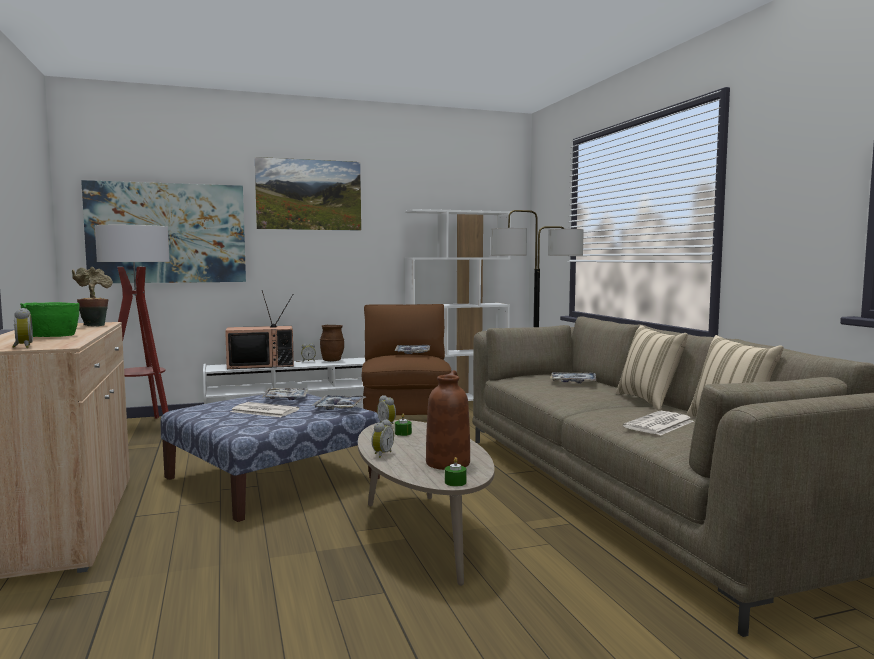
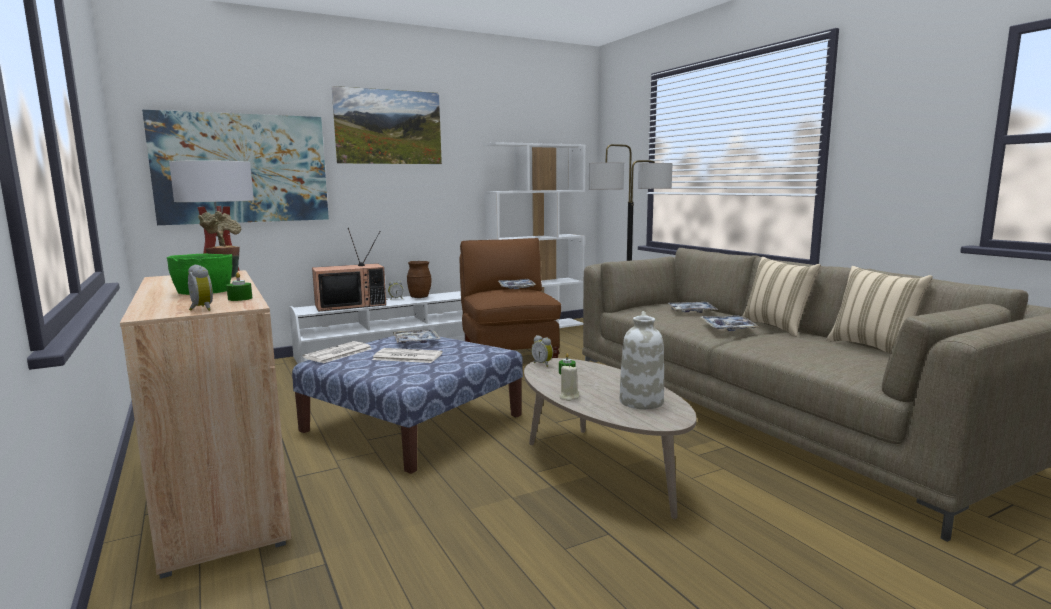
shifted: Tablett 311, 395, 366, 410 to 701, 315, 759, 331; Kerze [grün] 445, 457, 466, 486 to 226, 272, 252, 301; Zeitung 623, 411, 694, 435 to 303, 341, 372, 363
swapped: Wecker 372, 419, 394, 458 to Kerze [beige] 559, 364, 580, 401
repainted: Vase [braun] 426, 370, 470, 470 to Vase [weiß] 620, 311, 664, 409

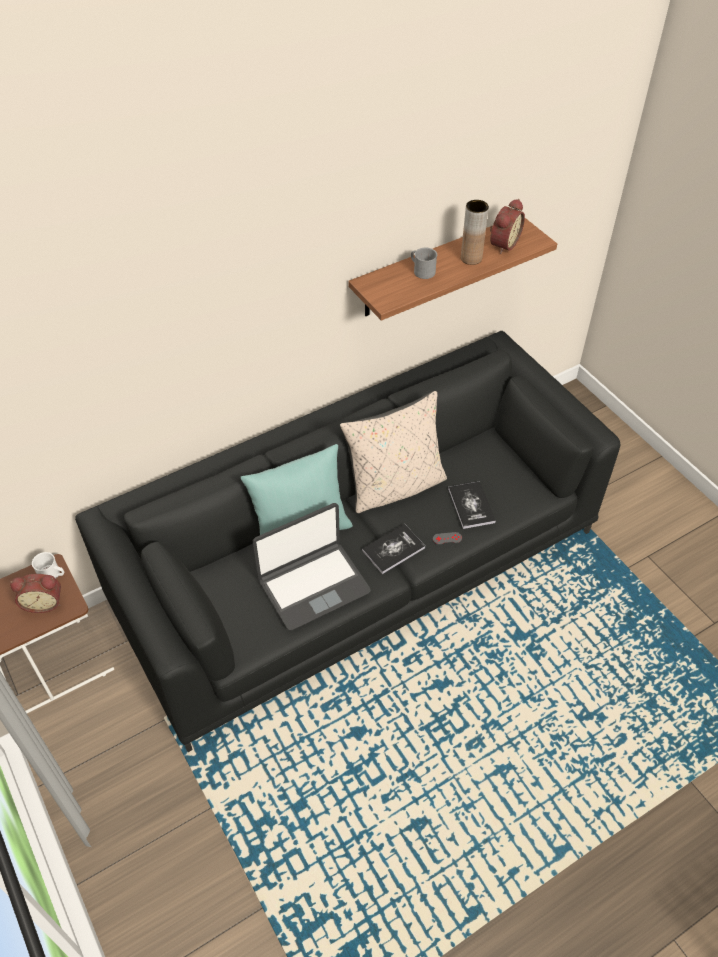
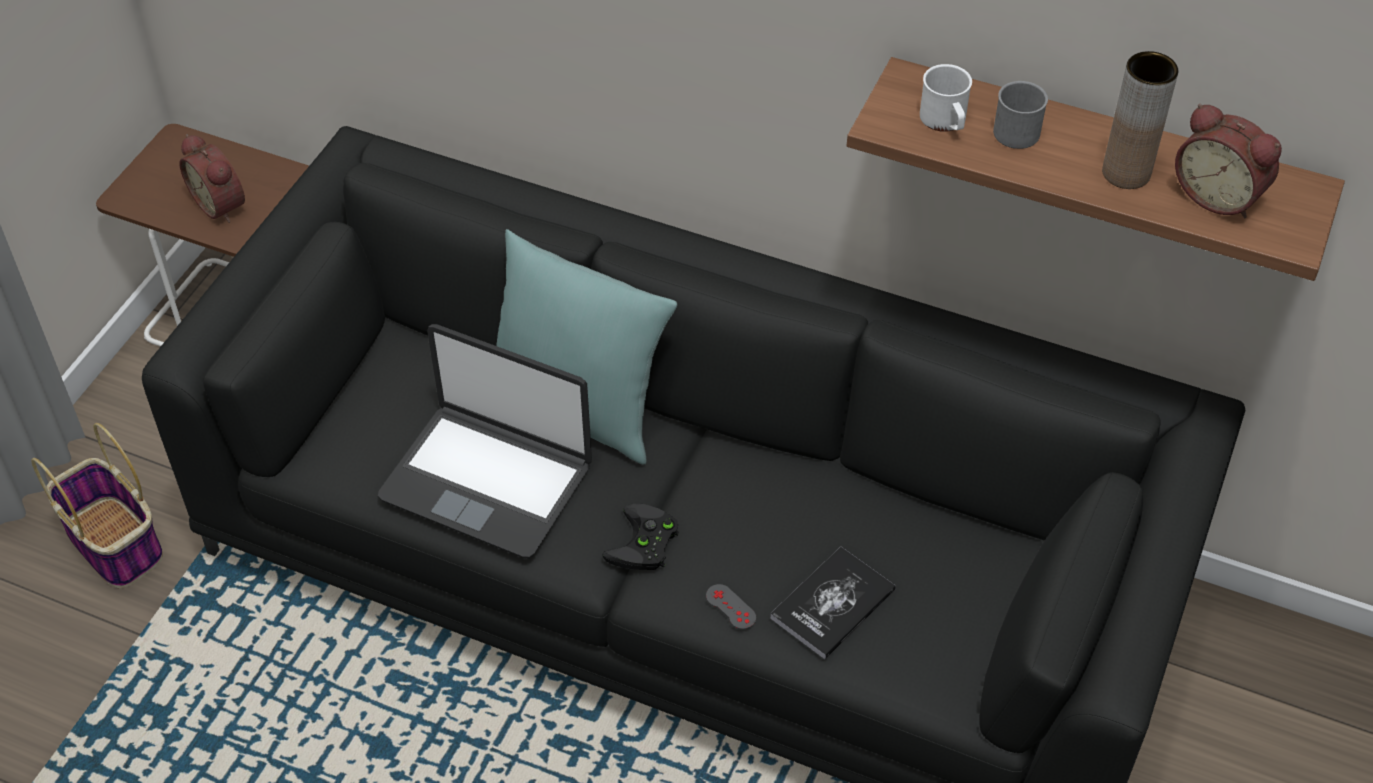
gone: Kissen [beige] 340, 391, 447, 513
new: Korb 31, 423, 163, 588
shifted: Henkelbecher [weiß] 32, 552, 64, 579 to 920, 64, 972, 132
swapped: Buch 362, 524, 425, 574 to Gamepad [schwarz] 603, 504, 679, 570
rotated: Wecker 490, 199, 525, 254 = 1175, 104, 1282, 218 45 degrees clockwise

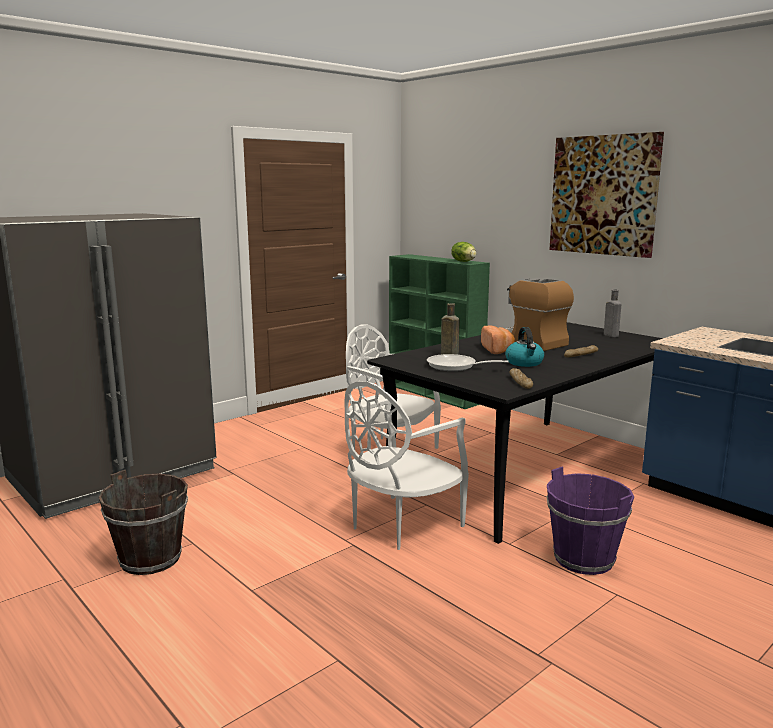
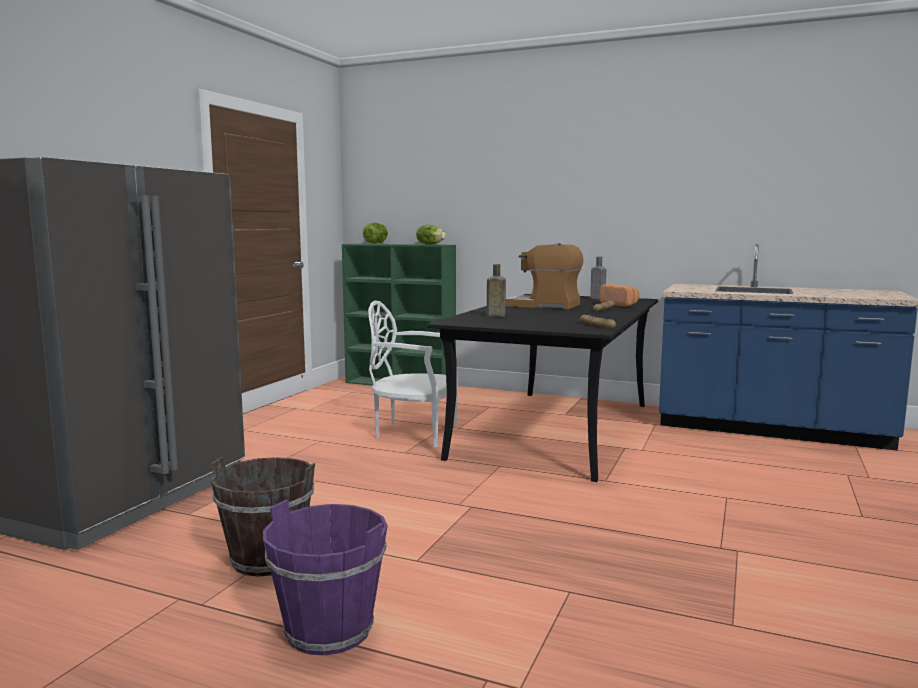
gone: Stuhl [weiß] 344, 381, 469, 550; Pfanne 427, 354, 509, 371; Wasserkessel 505, 327, 544, 367; Bild 549, 132, 664, 258
new: Salatkopf 363, 222, 388, 244
shifted: Brot 481, 326, 515, 354 to 599, 284, 639, 306; Eimer [lila] 547, 467, 634, 575 to 263, 500, 388, 655

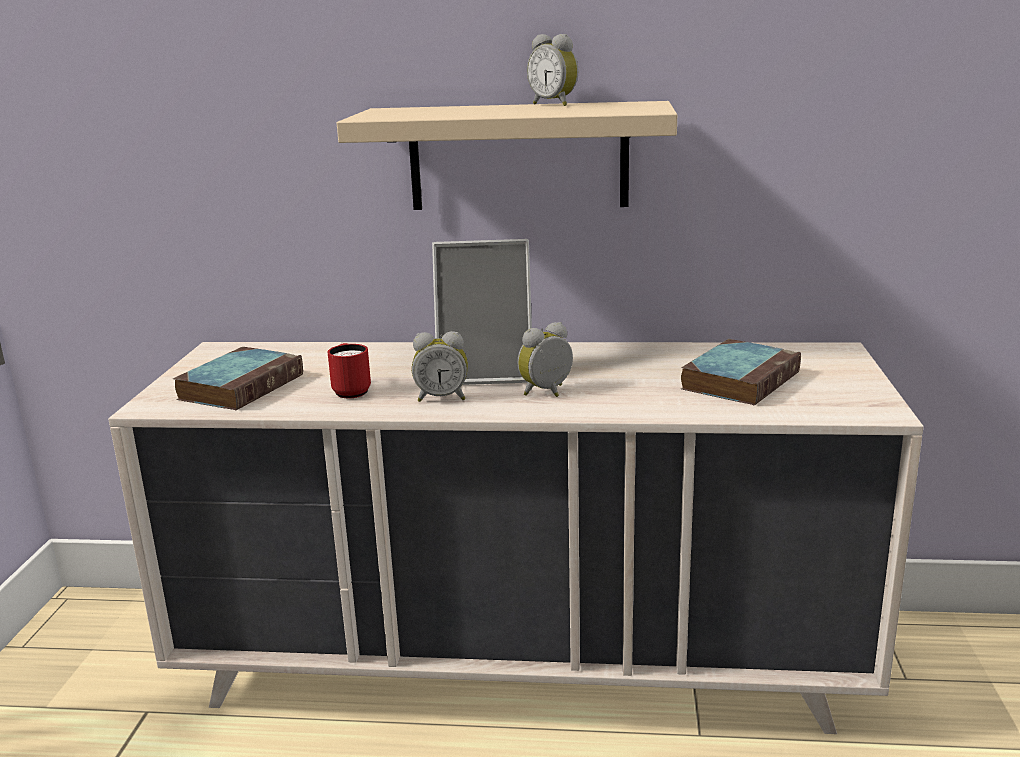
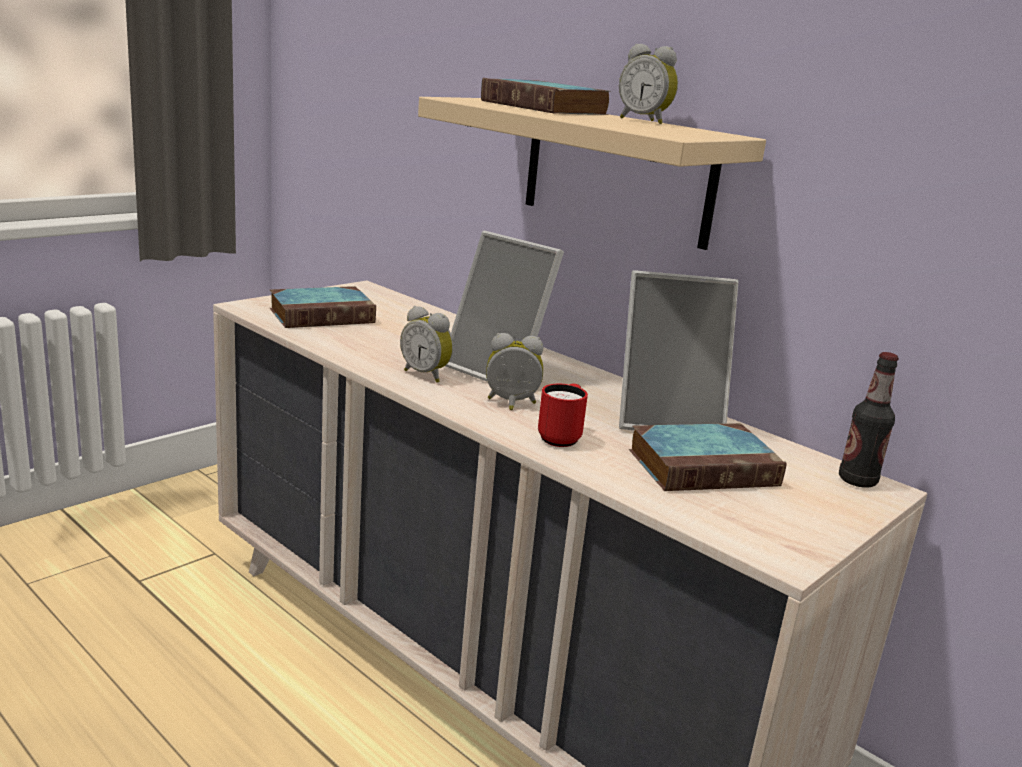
new: Buch 481, 78, 611, 115; Bilderrahmen 619, 270, 738, 430; Flasche 839, 352, 899, 488
shifted: Henkelbecher [rot] 328, 343, 371, 398 to 538, 384, 588, 447
rotated: Wecker 527, 34, 578, 106 = 619, 44, 678, 124 45 degrees counterclockwise

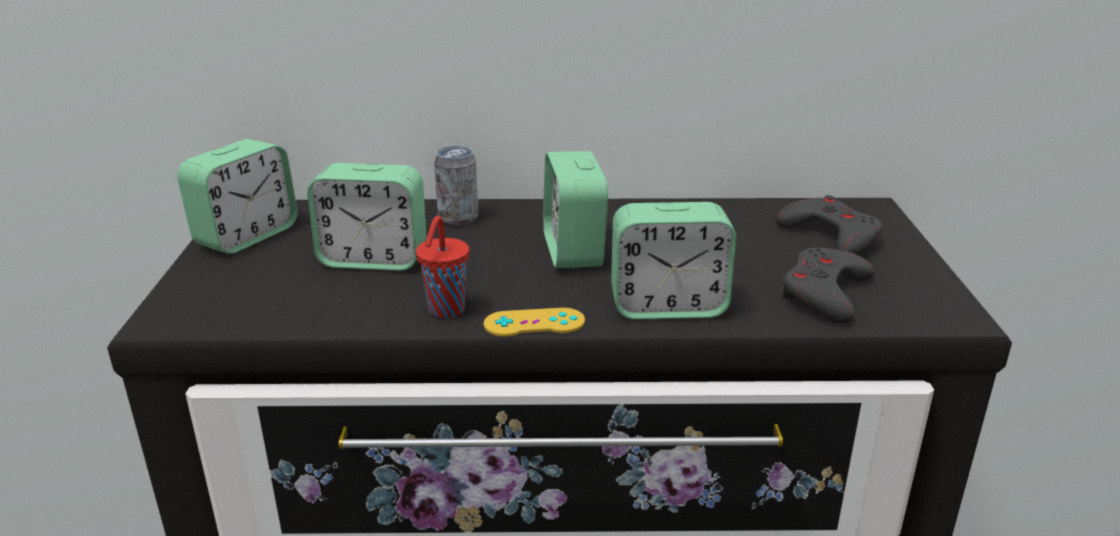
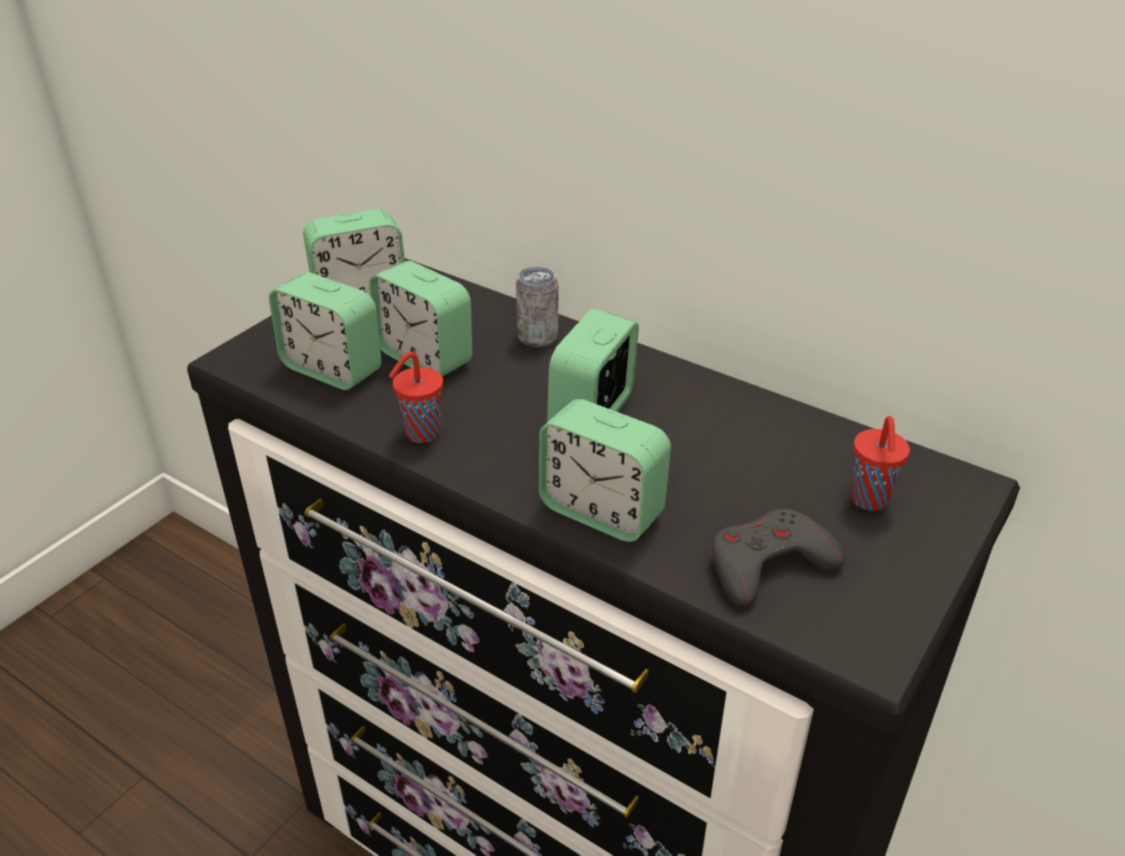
gone: Gamepad [gelb] 484, 308, 585, 337
new: Wecker 269, 272, 381, 390
swapped: Gamepad [grau] 776, 195, 882, 256 to Tasse [rot] 851, 416, 910, 511

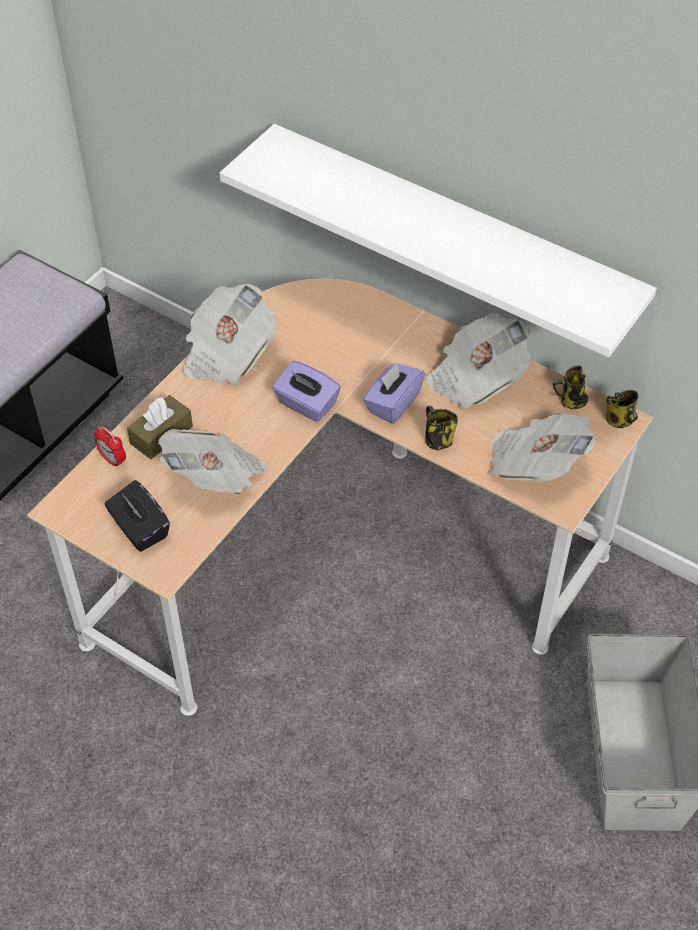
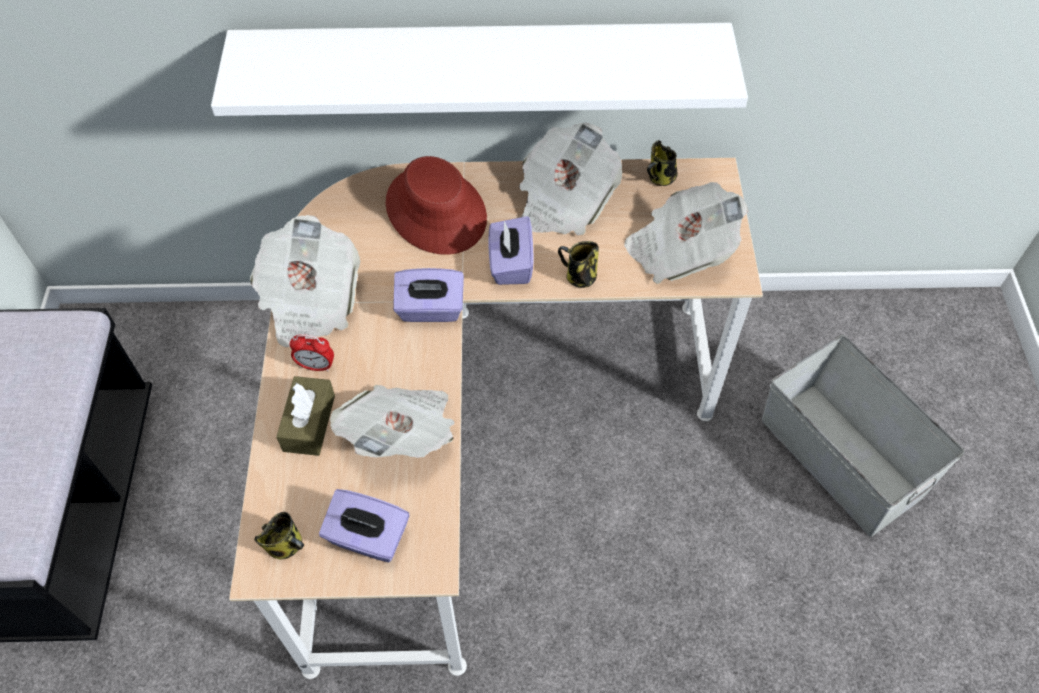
new: Hut [rot] 386, 156, 487, 255
shifted: Wecker 94, 426, 126, 469 to 290, 334, 334, 371; Henkelbecher 606, 390, 638, 428 to 254, 512, 304, 559
repainted: Taschentuchbox [schwarz] 105, 480, 170, 552 to Taschentuchbox [lila] 319, 489, 409, 562

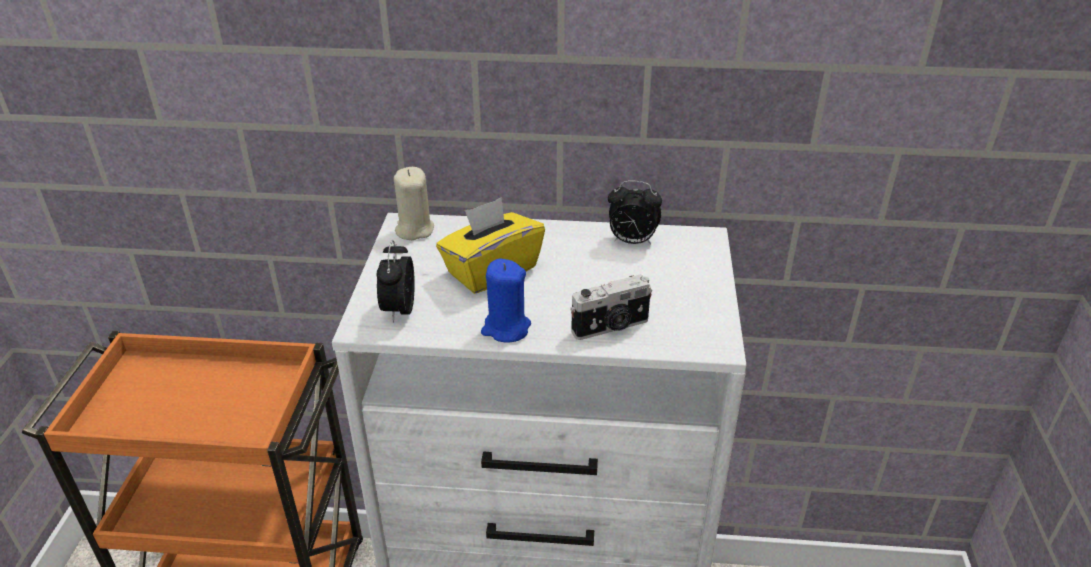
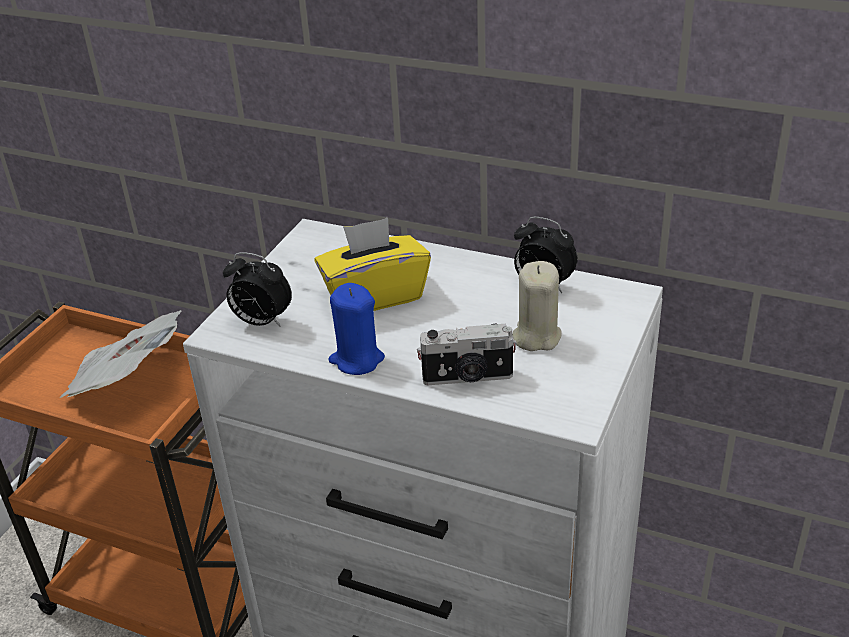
new: Zeitung 60, 310, 182, 398
shifted: Kerze [beige] 394, 167, 434, 240 to 512, 261, 562, 351
rotated: Wecker 376, 240, 415, 323 = 223, 252, 292, 327 90 degrees counterclockwise

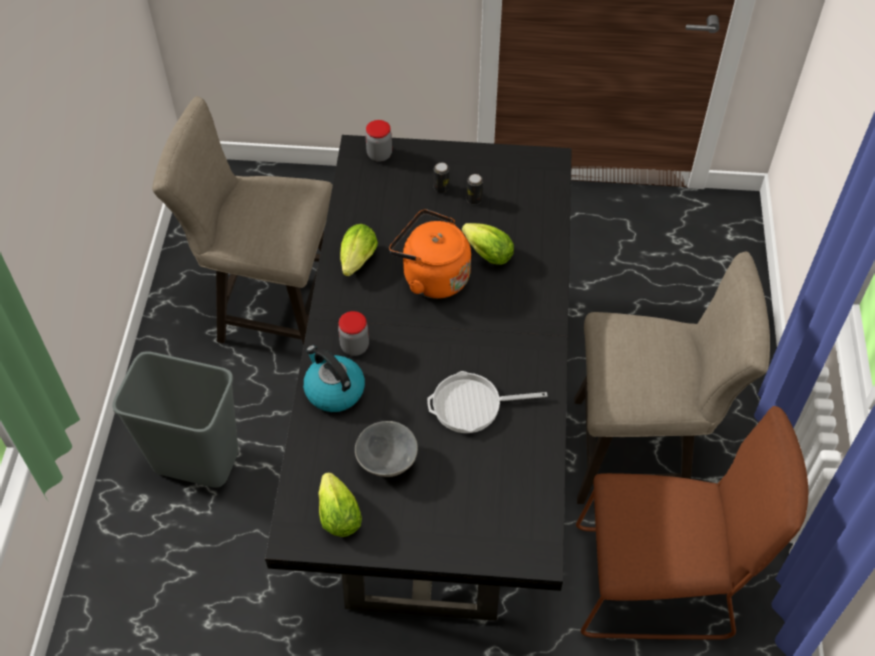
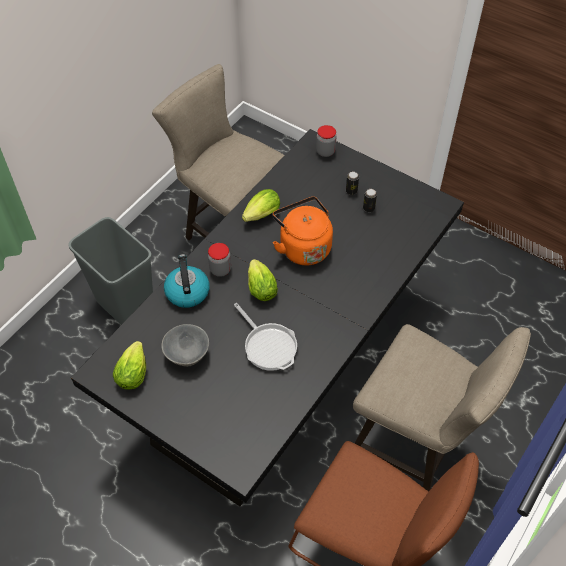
shifted: Salatkopf 462, 223, 514, 265 to 248, 259, 278, 301
rotated: Pfanne 427, 371, 547, 433 = 234, 303, 297, 371 150 degrees counterclockwise

